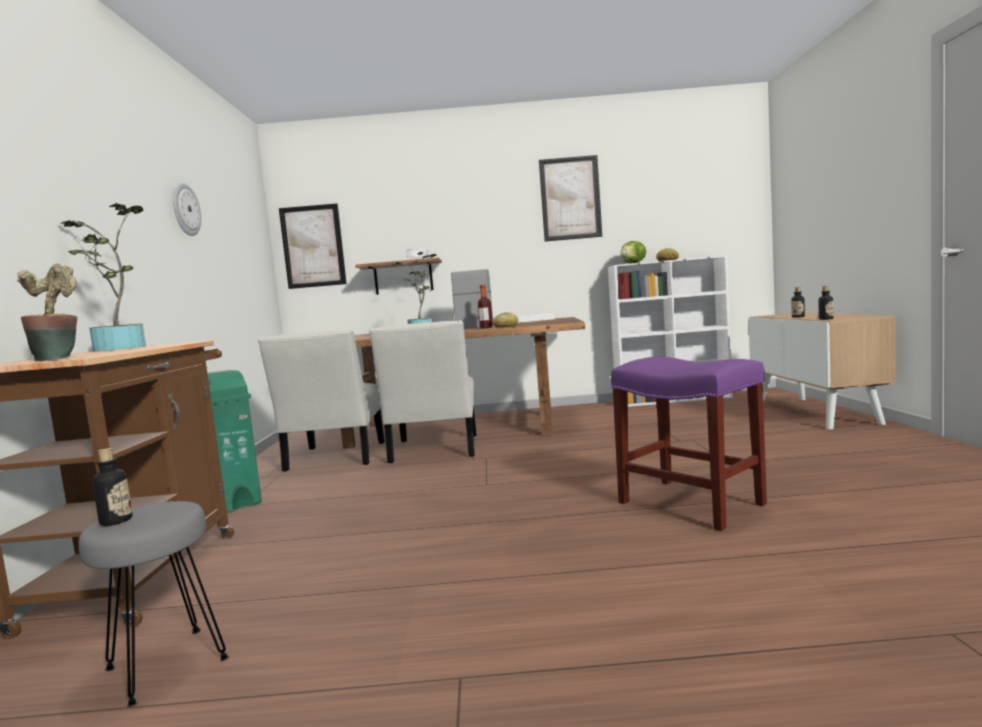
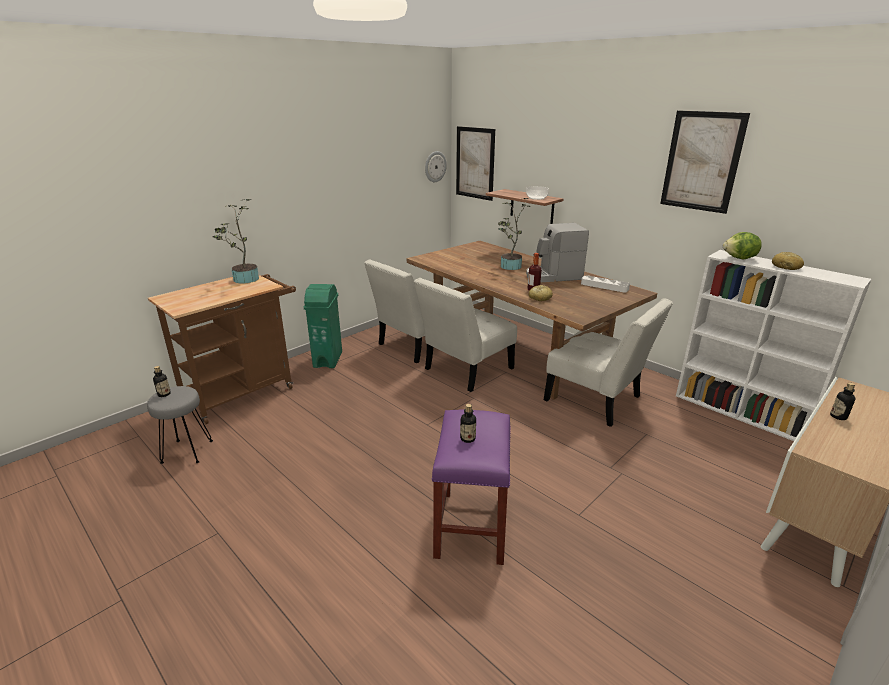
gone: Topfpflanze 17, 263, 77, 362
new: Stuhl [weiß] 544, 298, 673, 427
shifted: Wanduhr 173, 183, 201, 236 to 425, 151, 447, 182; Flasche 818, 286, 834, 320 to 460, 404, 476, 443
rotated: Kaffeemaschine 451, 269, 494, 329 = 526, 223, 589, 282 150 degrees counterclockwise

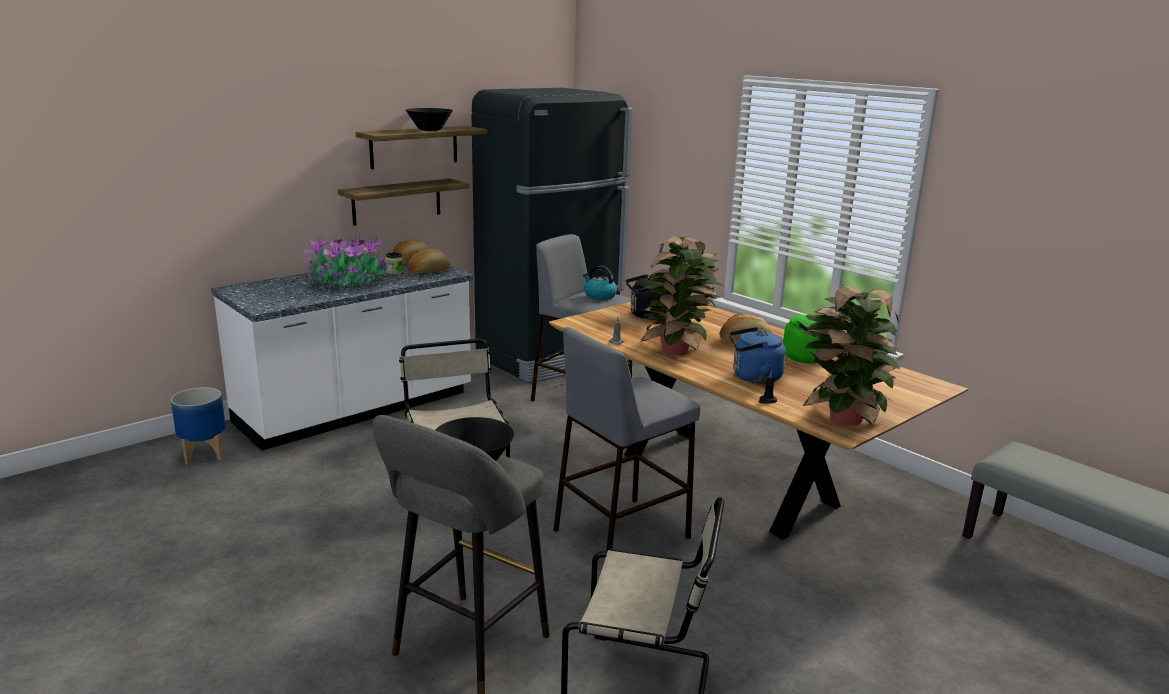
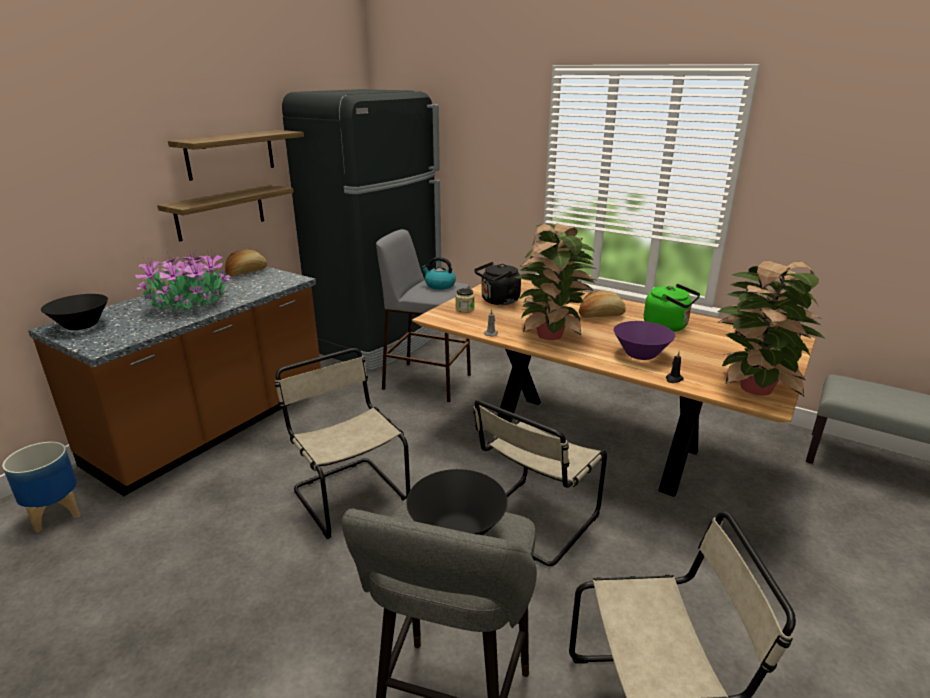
gone: Brot 408, 249, 450, 275
shifted: Vorratsglas 385, 252, 404, 275 to 456, 288, 474, 313; Schüssel [schwarz] 406, 108, 453, 131 to 41, 294, 108, 330
swapped: Hocker [grau] 554, 327, 700, 551 to Stuhl [beige] 473, 400, 607, 566; Wasserkessel [blau] 729, 327, 786, 384 to Schüssel [lila] 613, 321, 675, 360
repainted: Küchenzeile [weiß] 211, 260, 473, 451 to Küchenzeile [braun] 28, 267, 321, 496

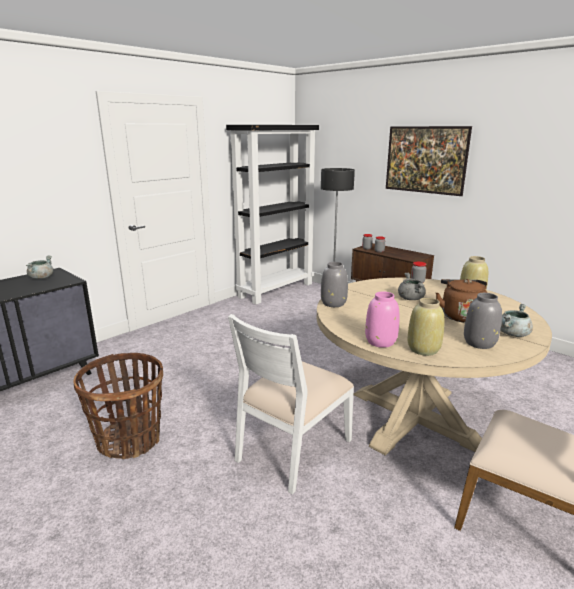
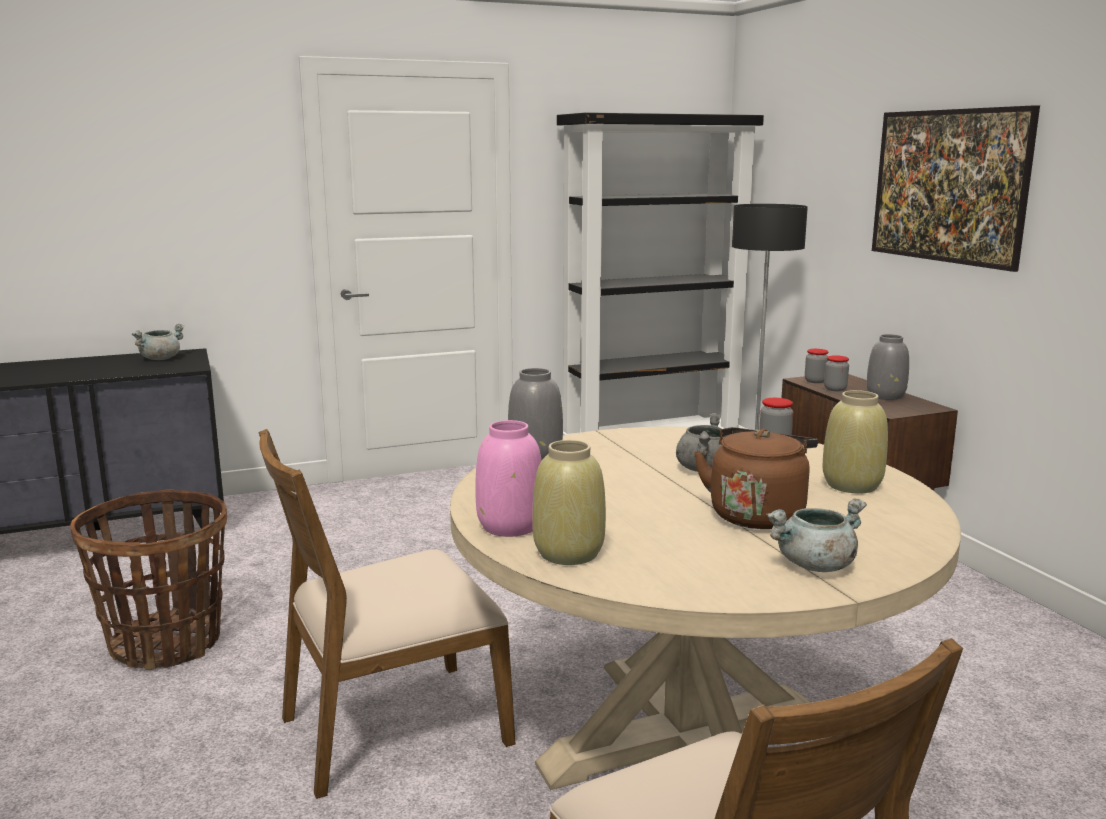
shifted: Vase [grau] 464, 293, 502, 349 to 867, 334, 909, 400
repainted: Stuhl [weiß] 228, 314, 354, 495 to Stuhl [braun] 258, 429, 515, 799

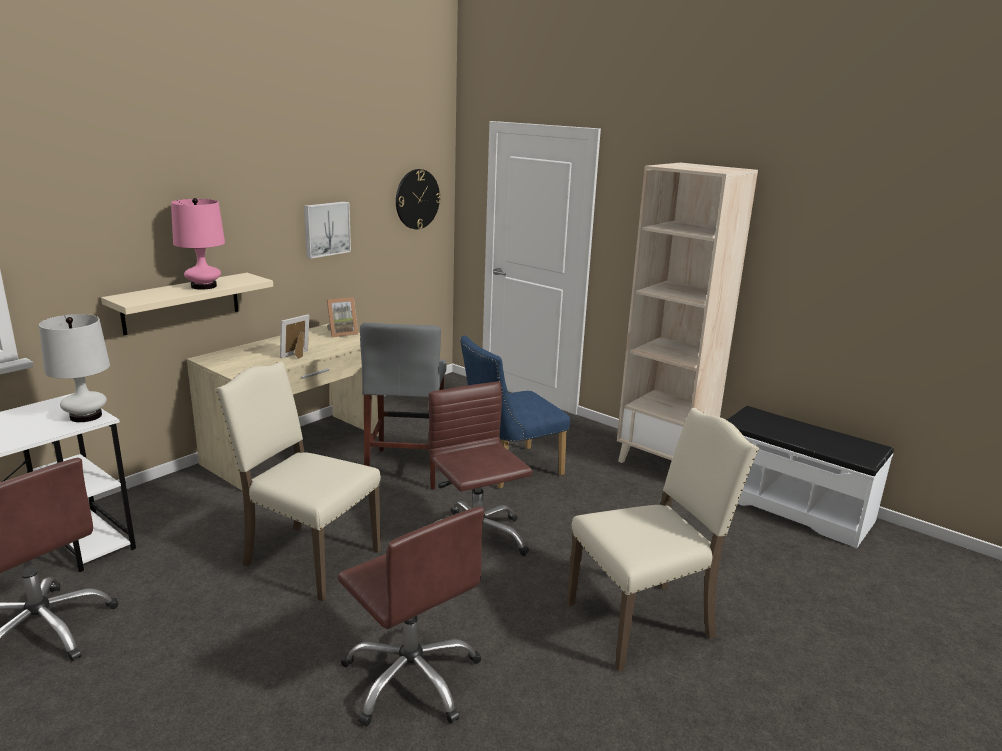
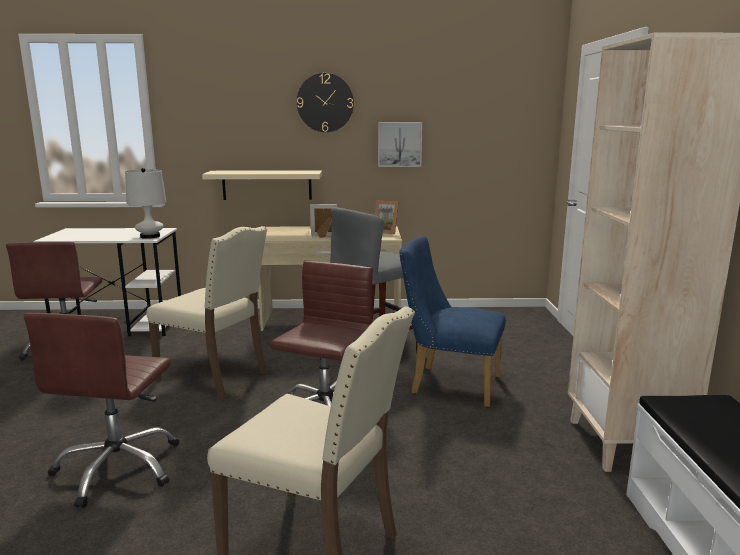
gone: Tischlampe [rosa] 171, 198, 225, 290
shifted: Wanduhr 396, 169, 441, 229 to 297, 73, 354, 132
rotated: Stuhl [beige] 215, 361, 381, 602 = 147, 226, 267, 399 135 degrees clockwise

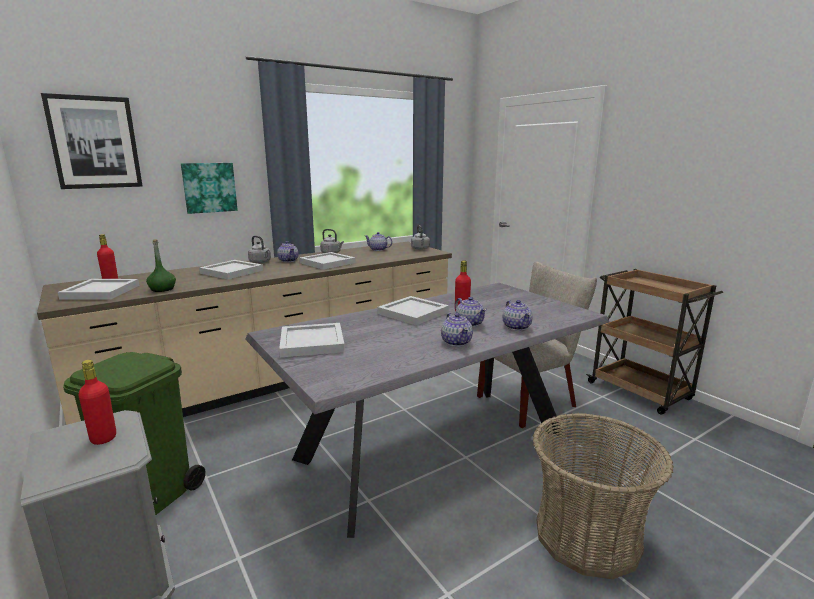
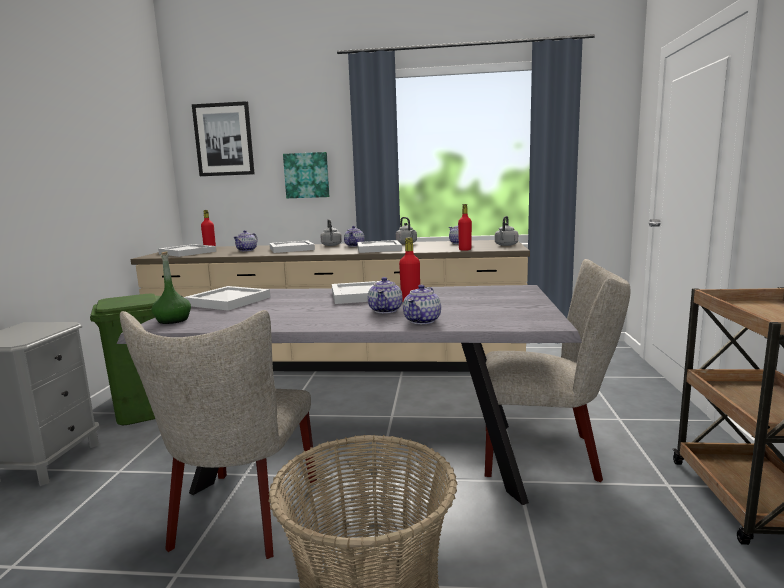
new: Stuhl [beige] 120, 310, 317, 559
shifted: Flasche [rot] 78, 360, 116, 445 to 458, 204, 472, 251; Flasche [grün] 146, 239, 176, 292 to 152, 251, 191, 324; Teekanne 441, 313, 473, 347 to 234, 230, 258, 251

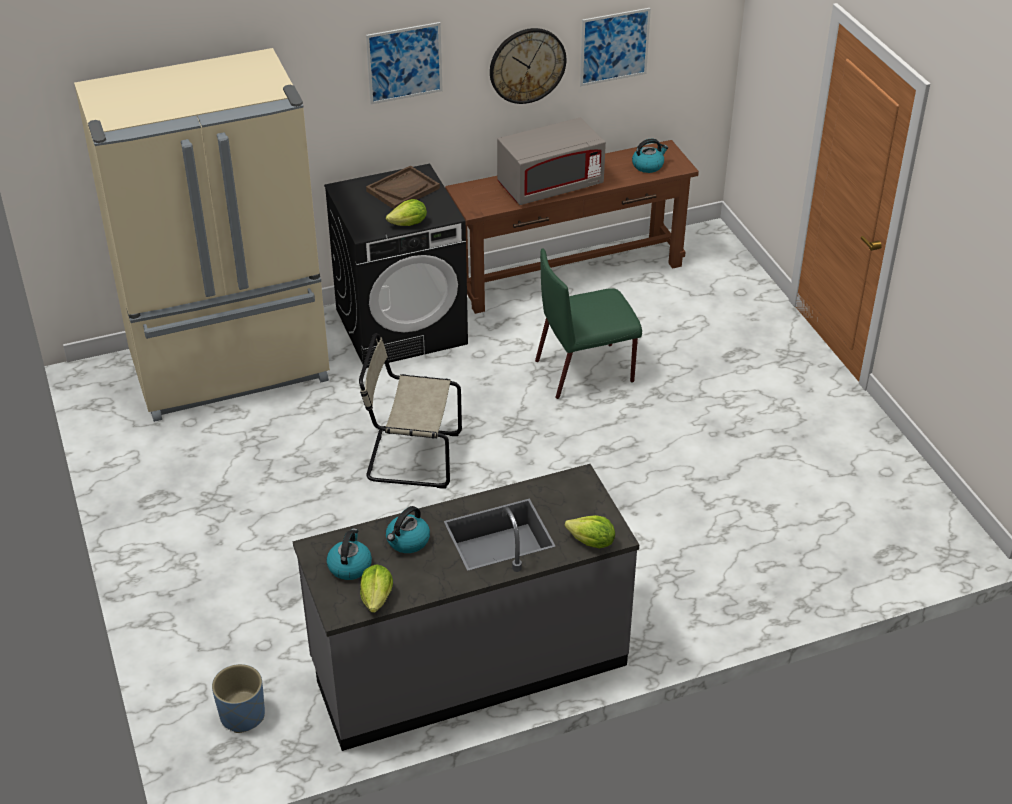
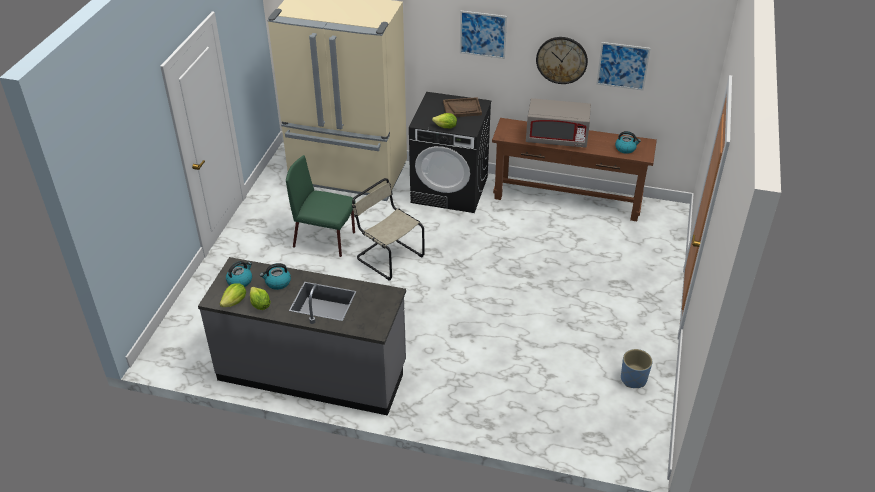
shifted: Pflanzkübel [blau] 212, 664, 265, 733 to 621, 349, 652, 388; Stuhl [grün] 535, 249, 642, 399 to 286, 155, 356, 257; Salatkopf 565, 515, 615, 548 to 250, 287, 271, 310

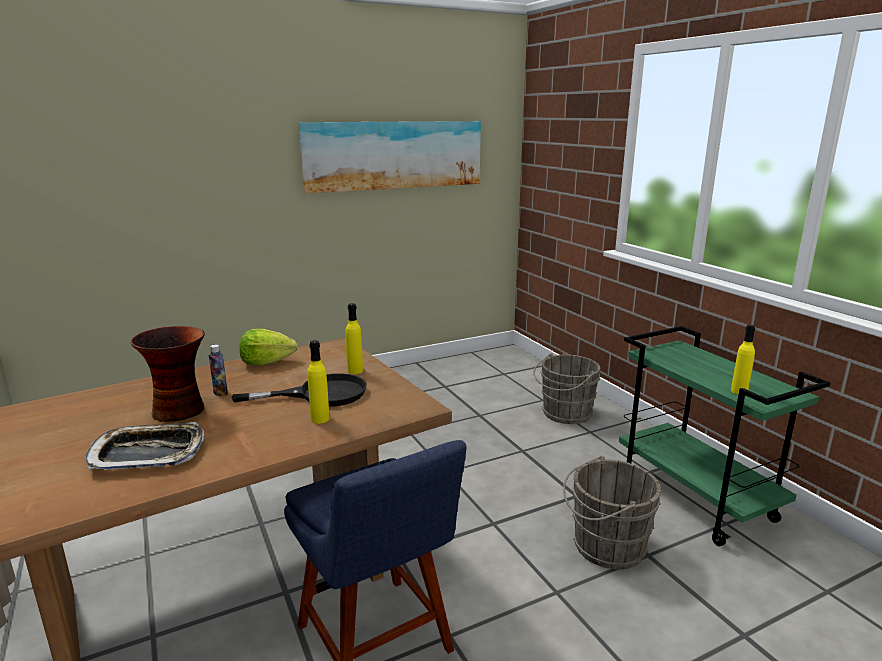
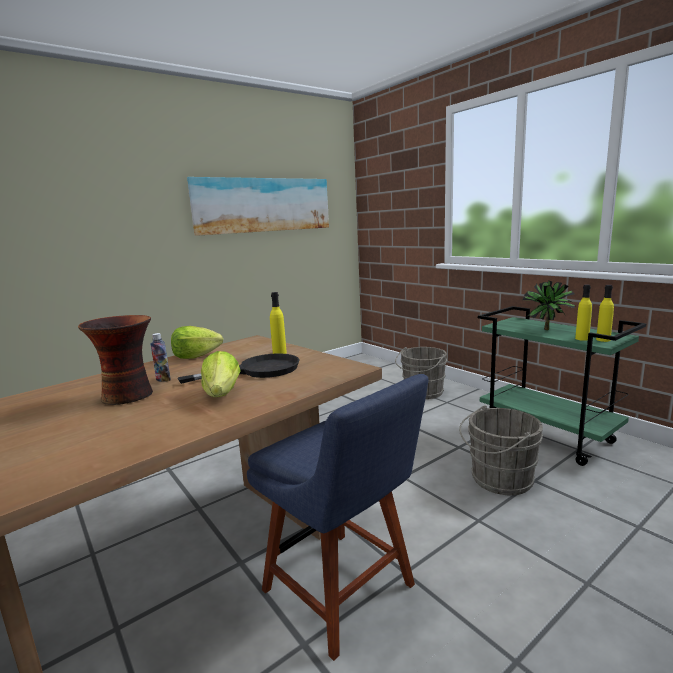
gone: Tablett 86, 422, 204, 470
new: Salatkopf 201, 351, 241, 397; Topfpflanze 522, 280, 575, 330
shifted: Flasche [gelb] 307, 340, 330, 424 to 596, 285, 614, 342

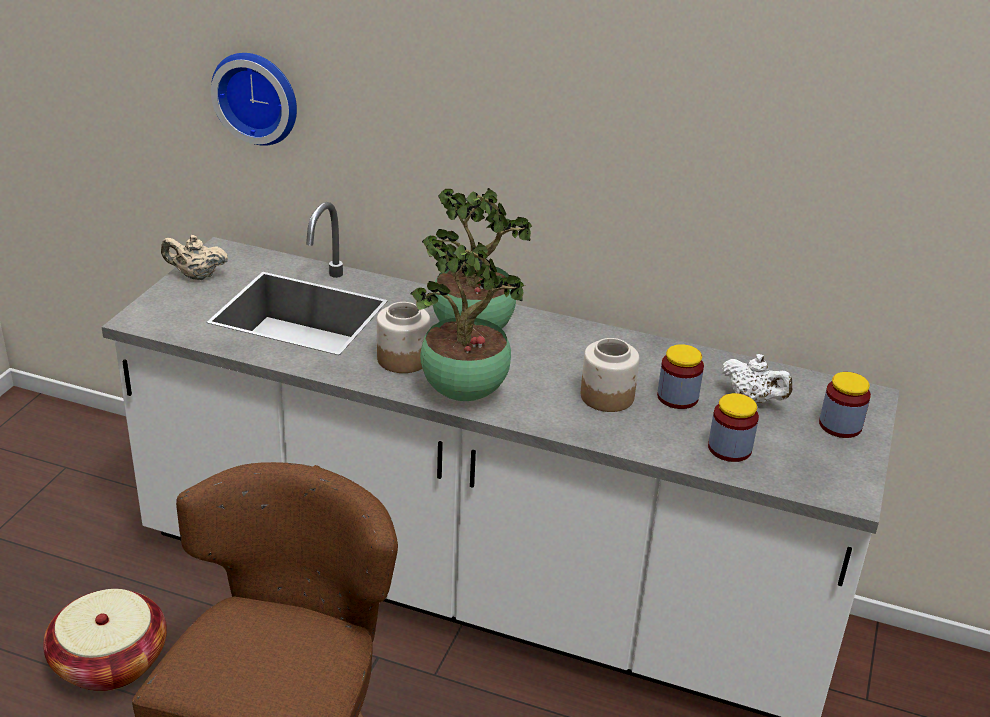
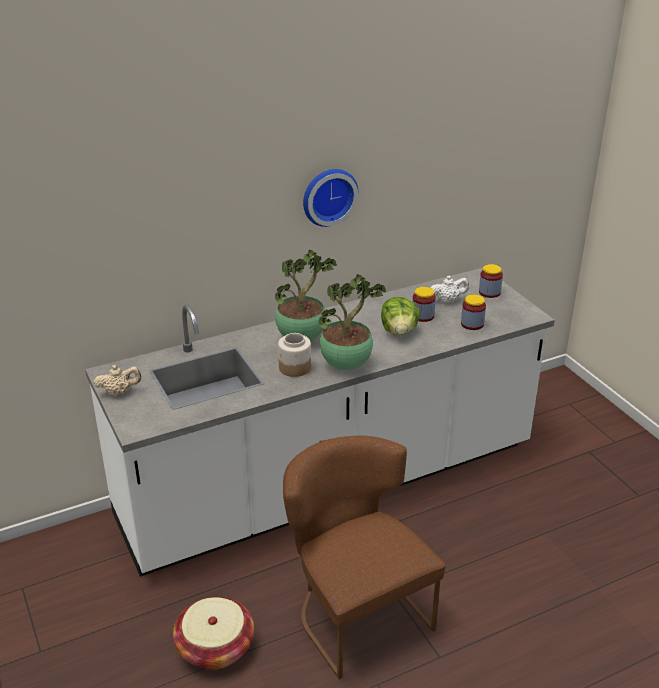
shifted: Wanduhr 211, 53, 297, 146 to 303, 169, 358, 227
swapped: Vorratsglas 581, 338, 639, 412 to Salatkopf 381, 297, 420, 335
rotated: Teekanne [beige] 161, 235, 228, 280 = 93, 365, 141, 396 150 degrees counterclockwise

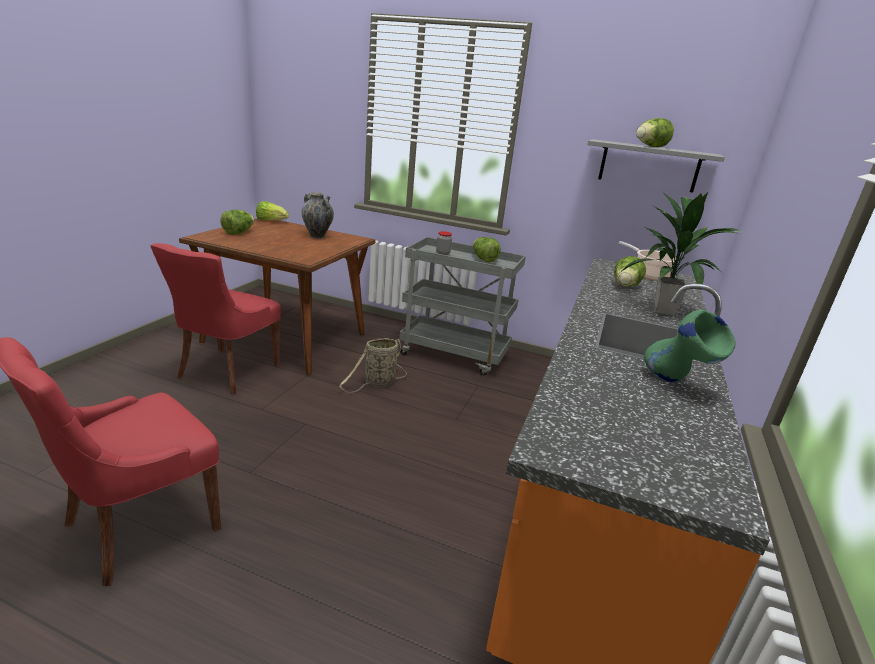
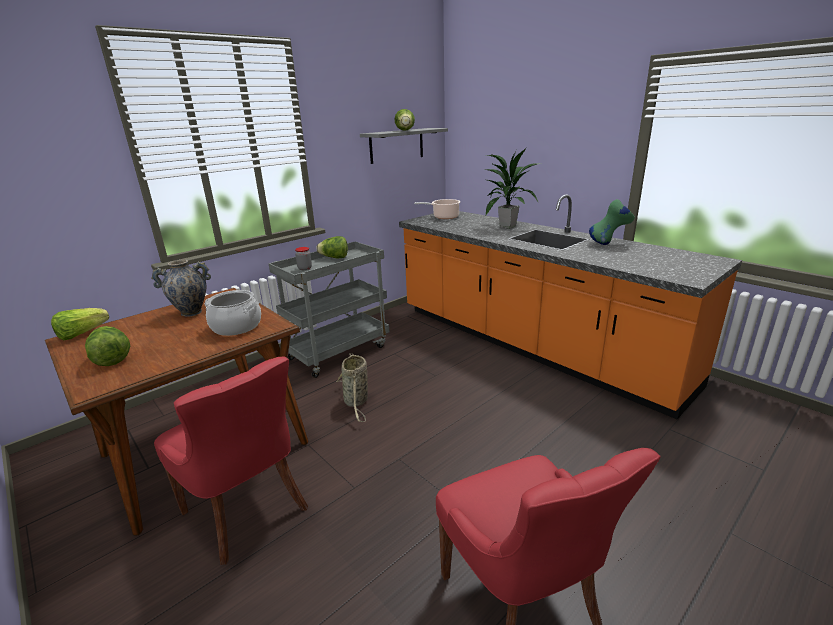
gone: Salatkopf 614, 256, 646, 287
new: Kochtopf 205, 290, 261, 336

